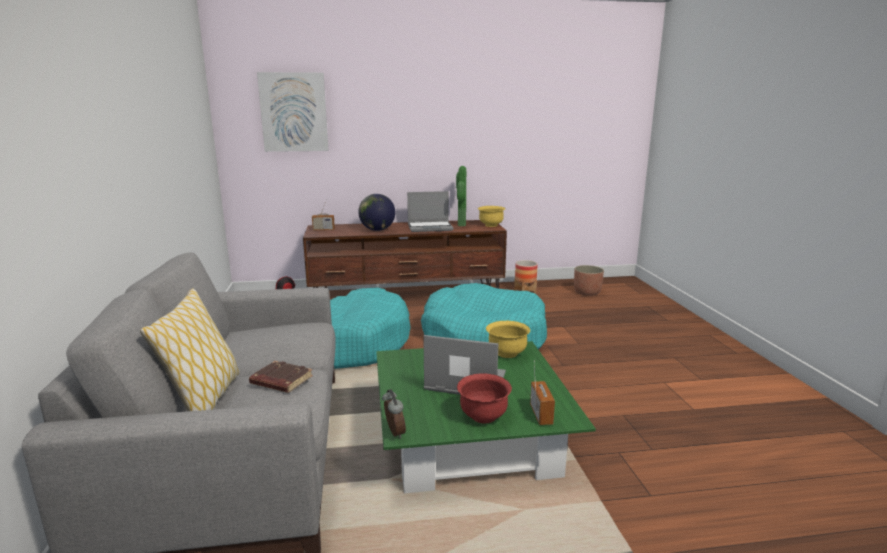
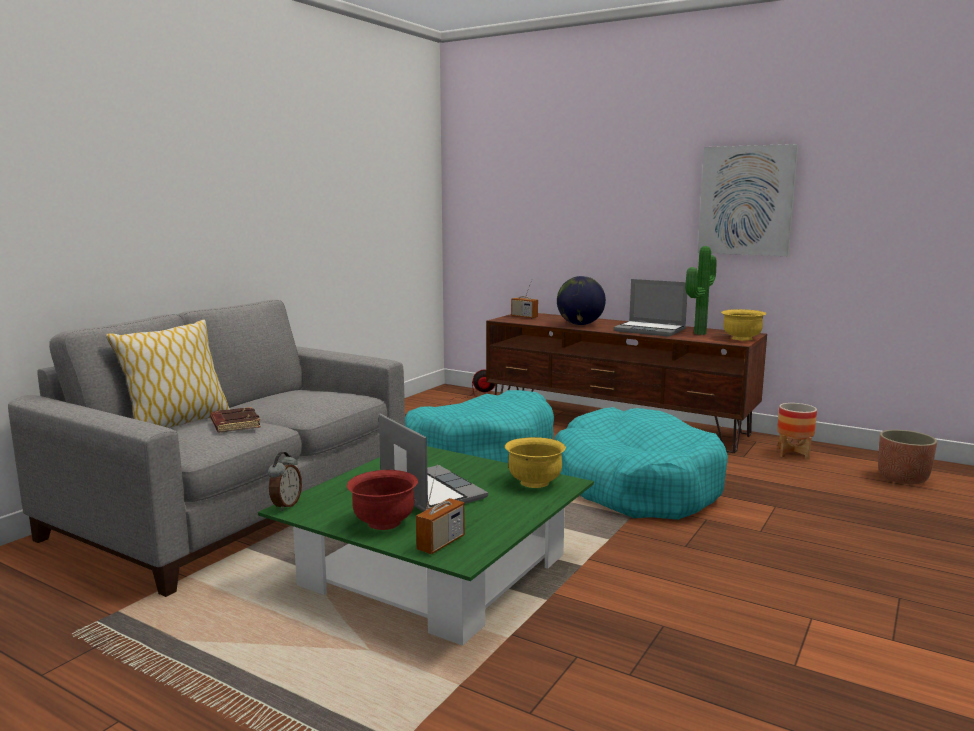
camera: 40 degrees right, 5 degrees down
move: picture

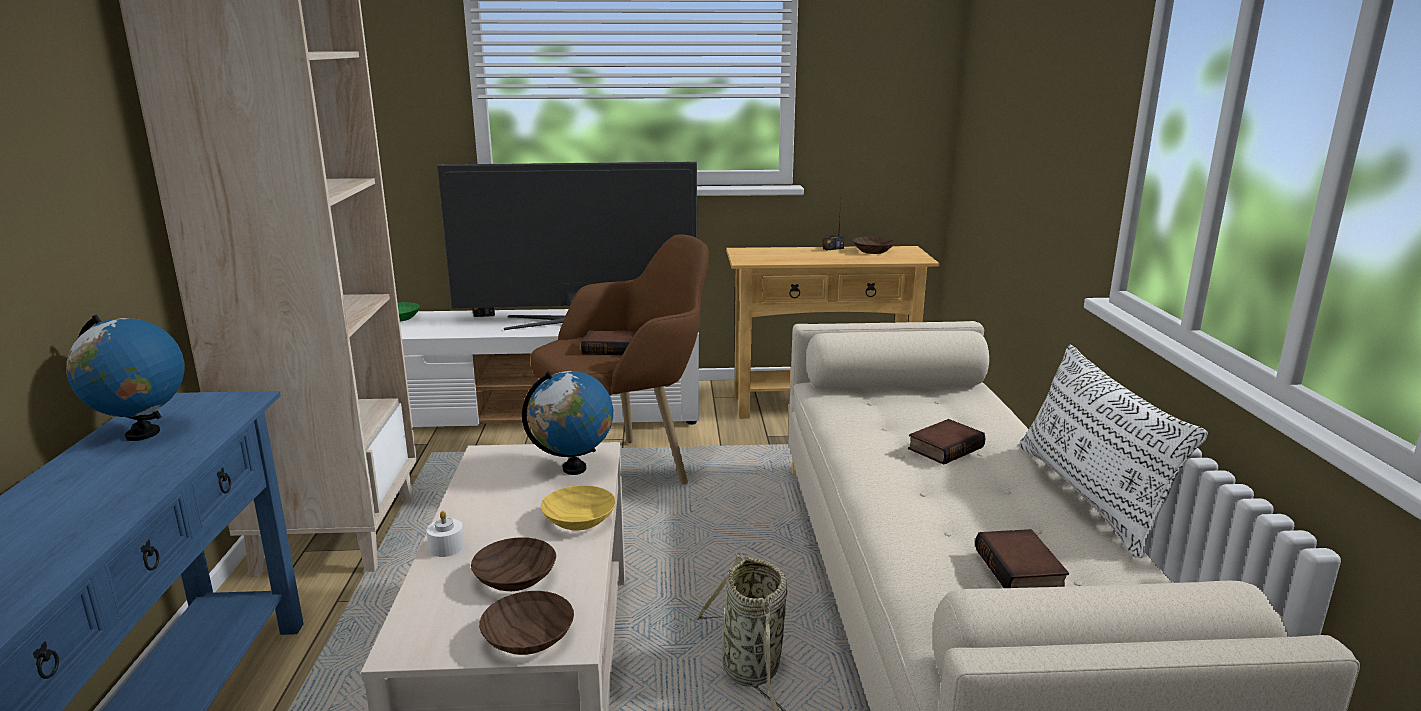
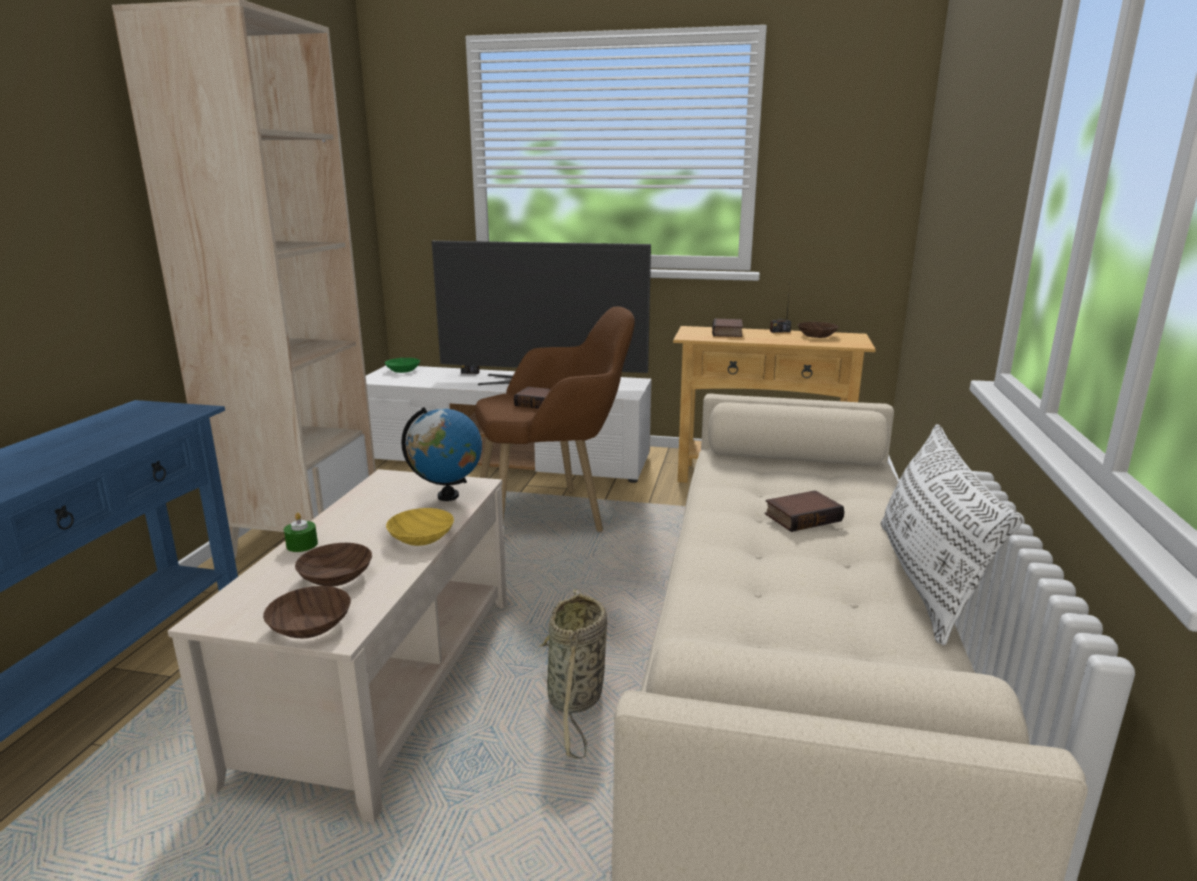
camera: 15 degrees right, 0 degrees up
delete: globe (1st from left)
move: book (3rd from left in the first image) to book (2nd from left)
recolor: white candle to green candle

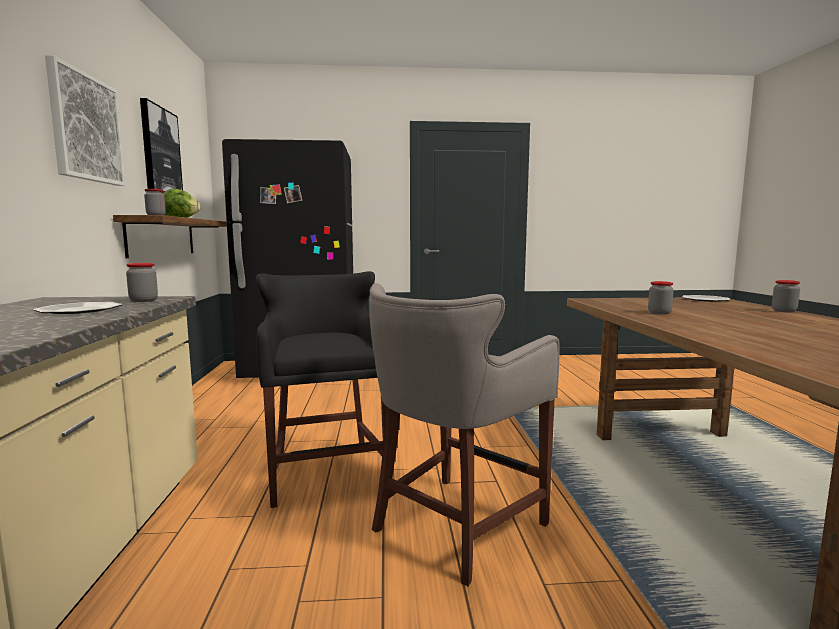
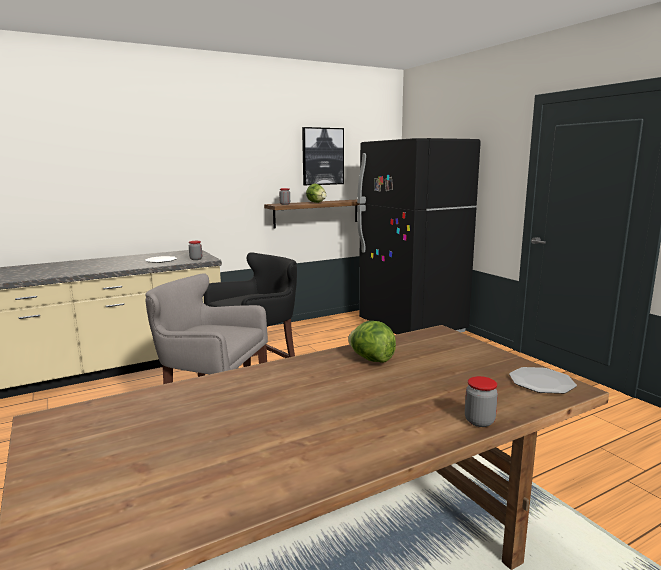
camera: 65 degrees right, 5 degrees up
delete: picture (1st from left)
replace: jar (3rd from left) to lettuce (2nd from left)

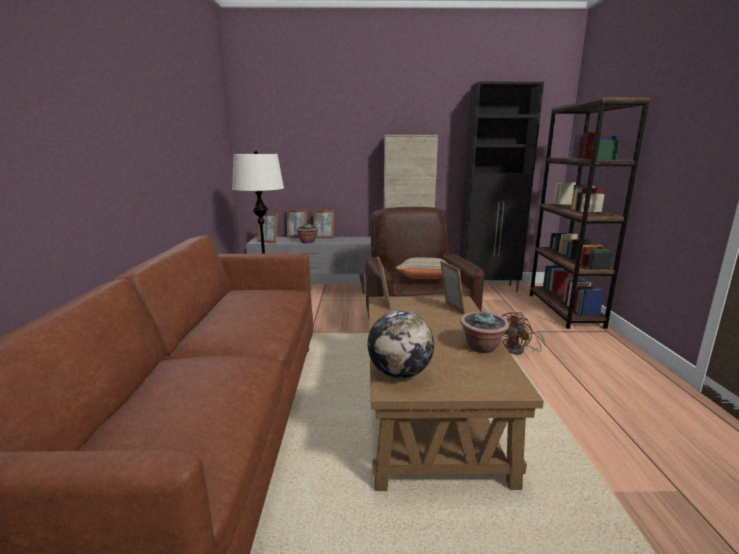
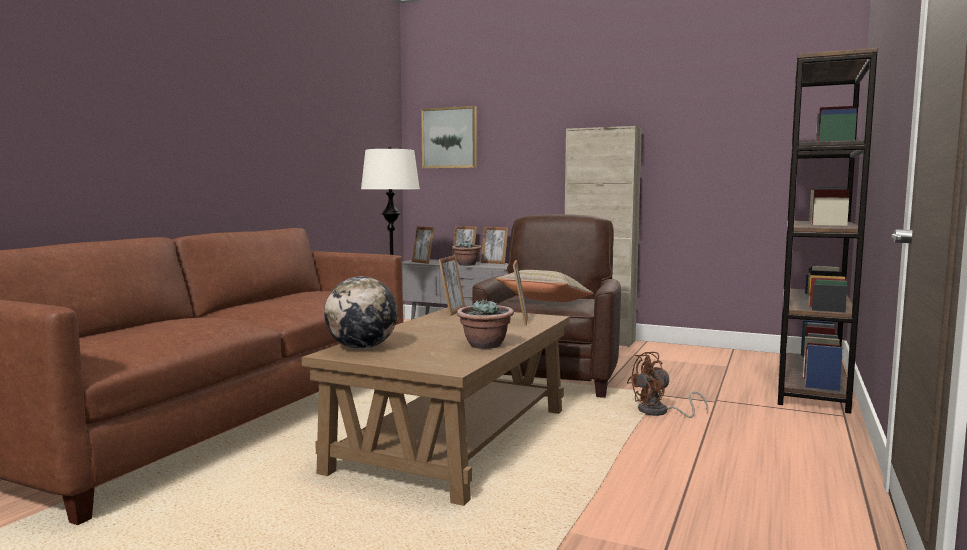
camera: 25 degrees right, 10 degrees down
delete: black cabinet
insert: picture

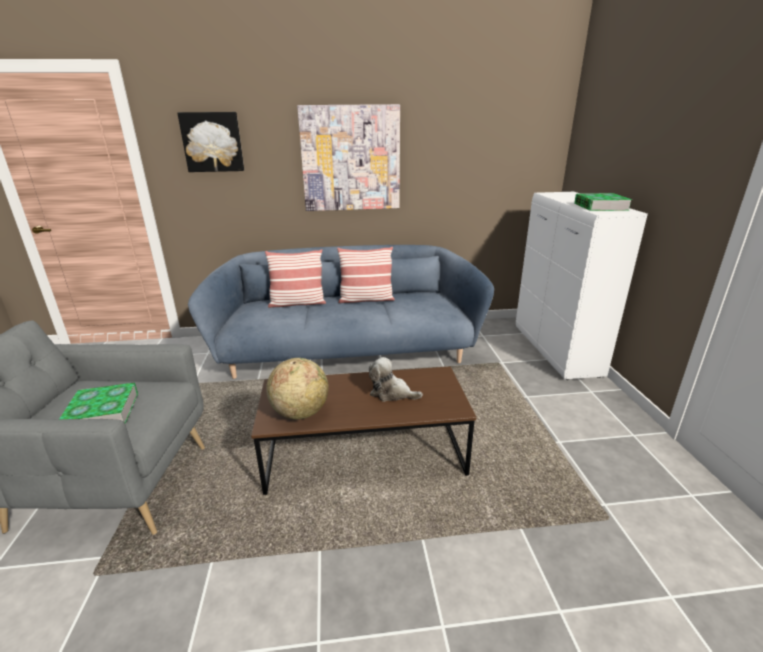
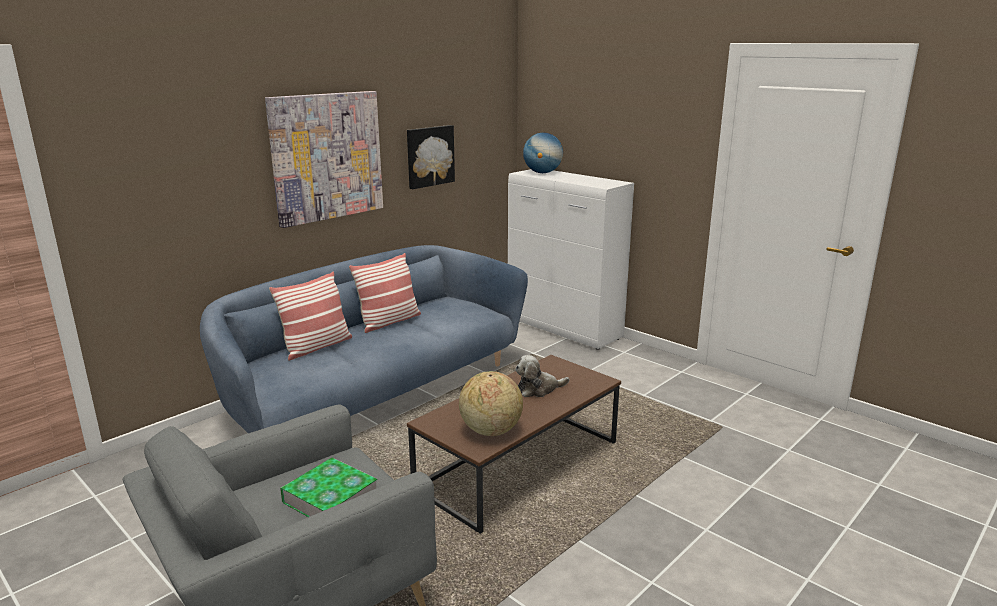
camera: 40 degrees left, 5 degrees down
delete: book (2nd from left)
insert: globe (2nd from left)
move: picture (1st from left in the first image) to picture (2nd from left)

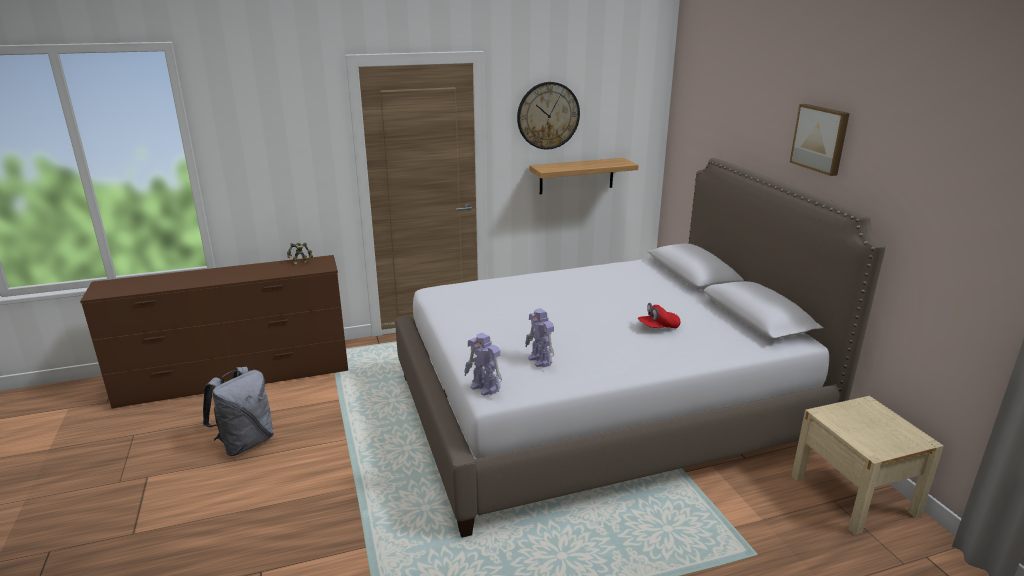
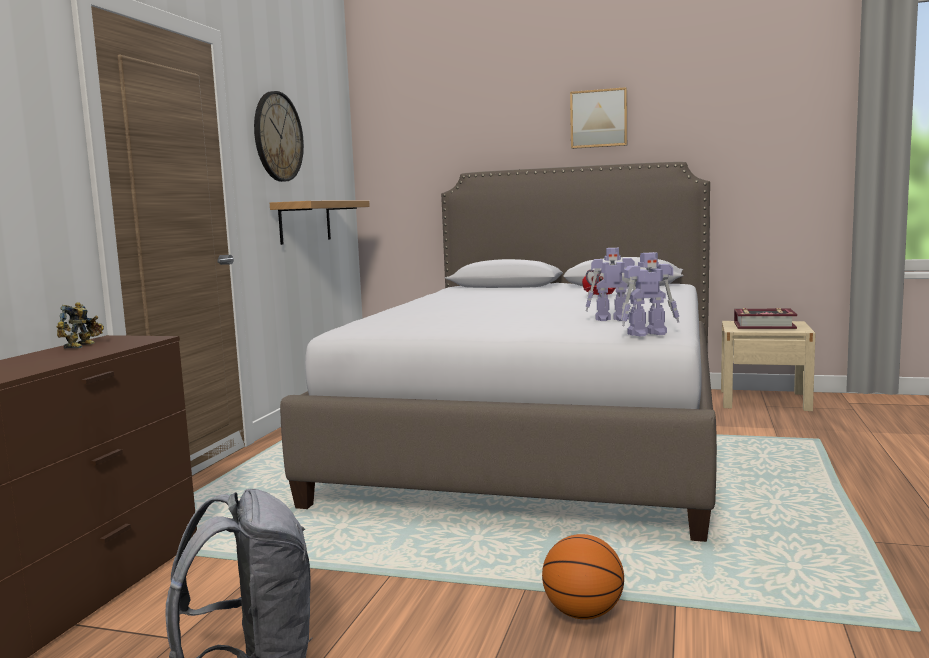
camera: 55 degrees left, 15 degrees down
insert: book; basketball

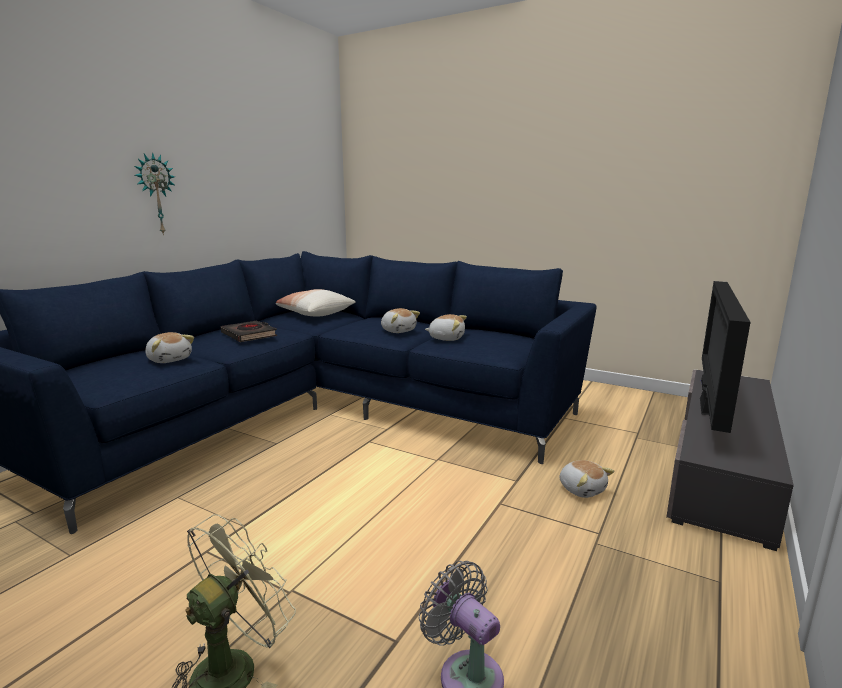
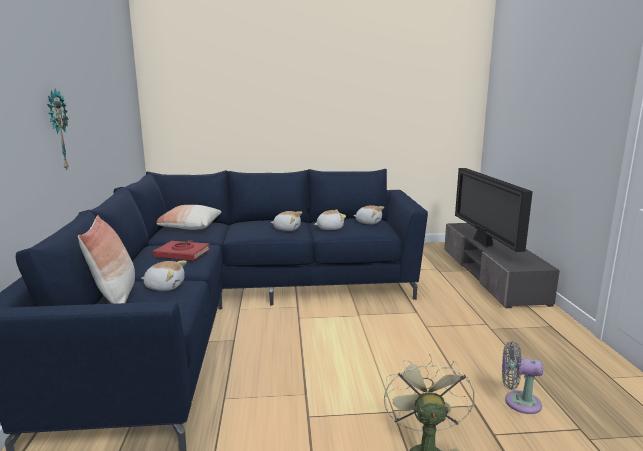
camera: 35 degrees left, 0 degrees up
insert: pillow (1st from left)
move: plush toy (4th from left)
recolor: black book to red book

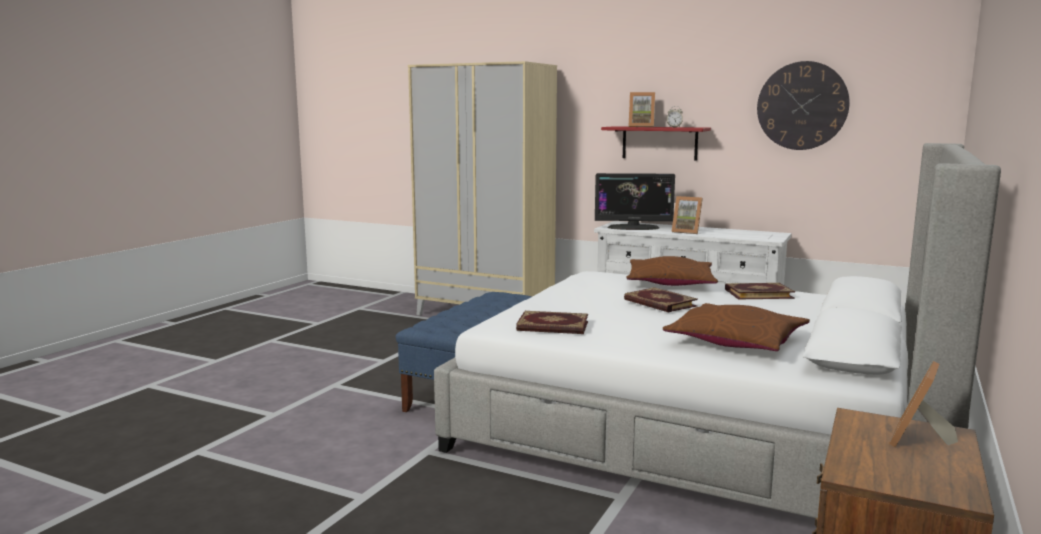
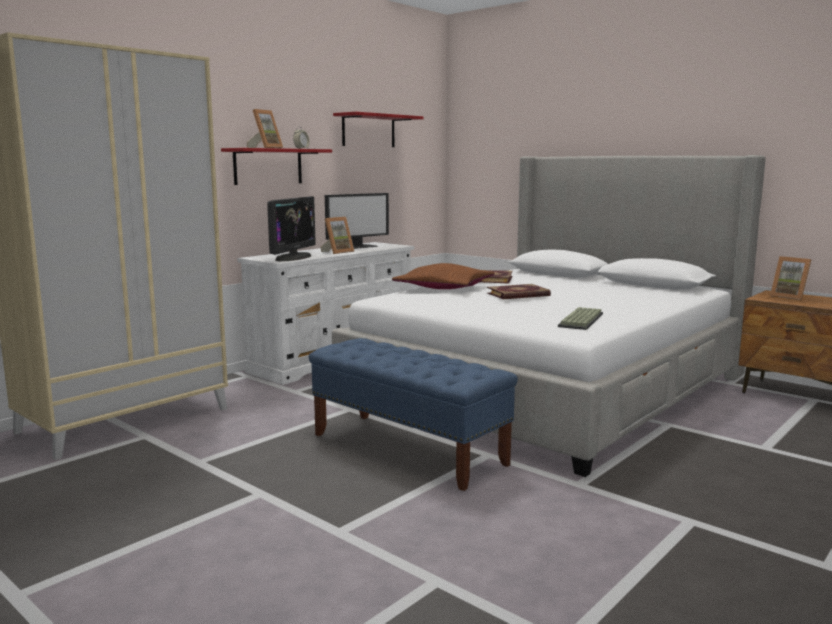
camera: 75 degrees left, 0 degrees up
delete: brown pillow (2nd from left)
insert: monitor (2nd from left)
replace: wall clock to red shelf (2nd from left); book (1st from left) to keyboard

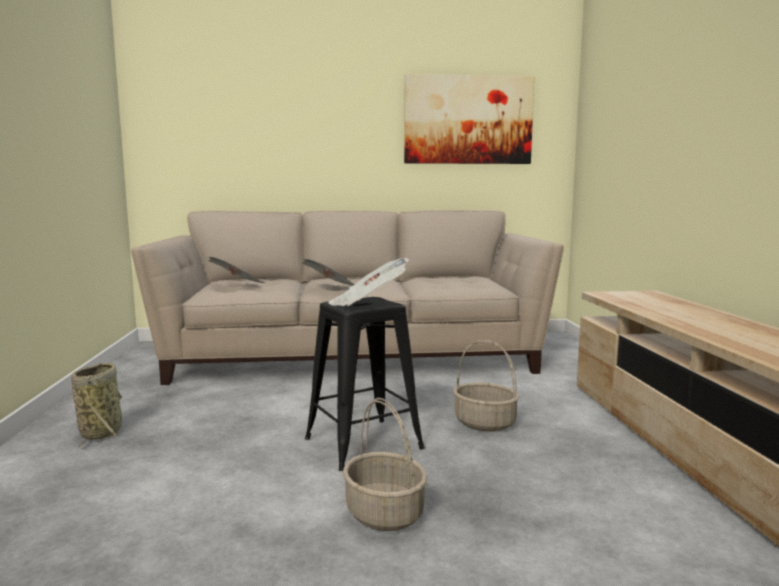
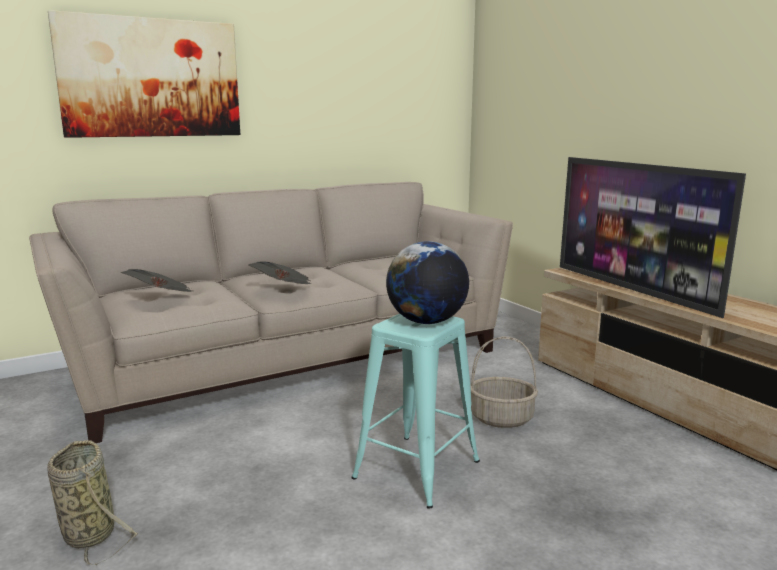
camera: 25 degrees left, 5 degrees up
delete: basket (2nd from left)
insert: television
move: picture
replace: newspaper (3rd from left) to globe
recolor: black stool to turquoise stool

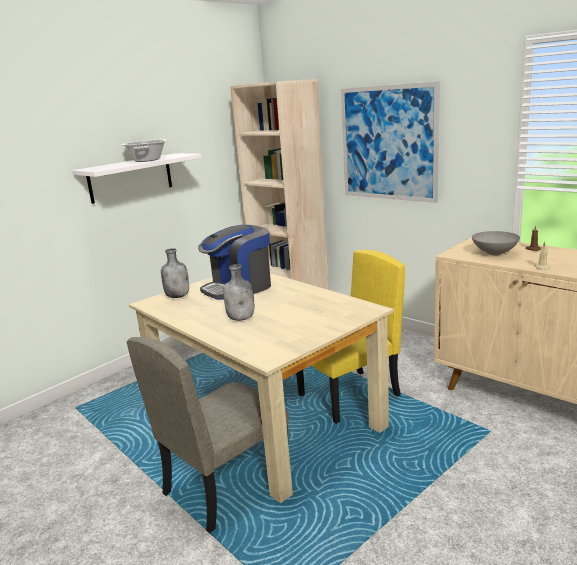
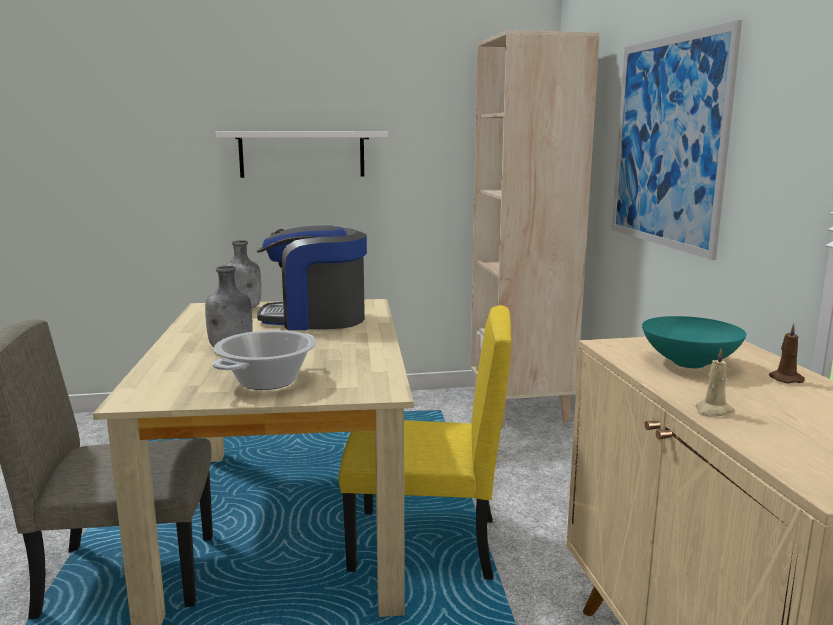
camera: 35 degrees right, 5 degrees down
move: cooking pot
recolor: grey bowl to turquoise bowl

